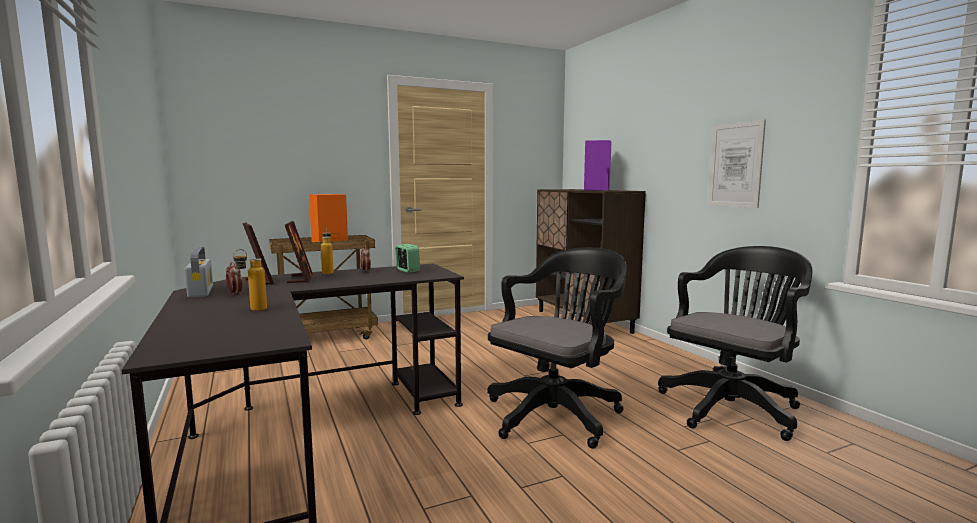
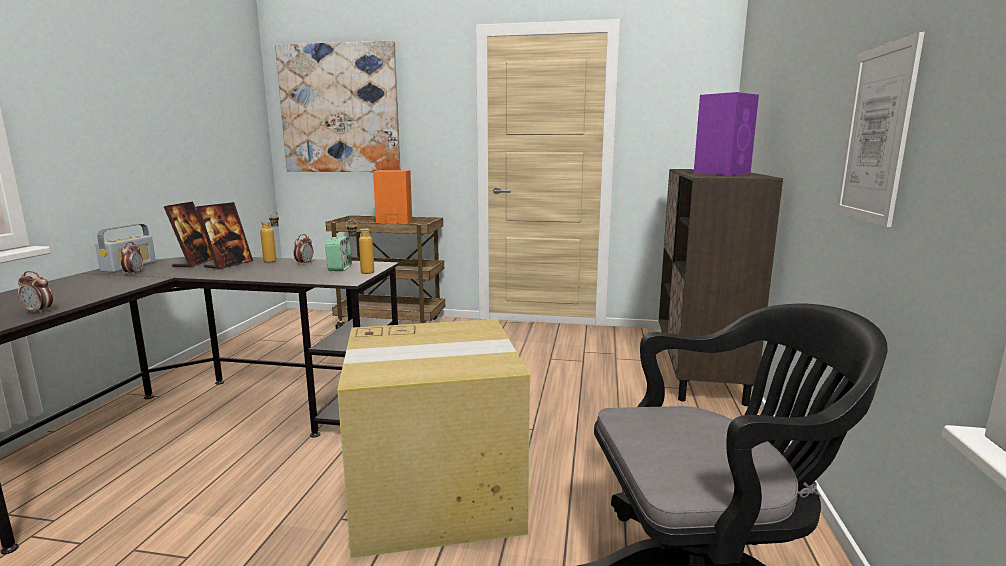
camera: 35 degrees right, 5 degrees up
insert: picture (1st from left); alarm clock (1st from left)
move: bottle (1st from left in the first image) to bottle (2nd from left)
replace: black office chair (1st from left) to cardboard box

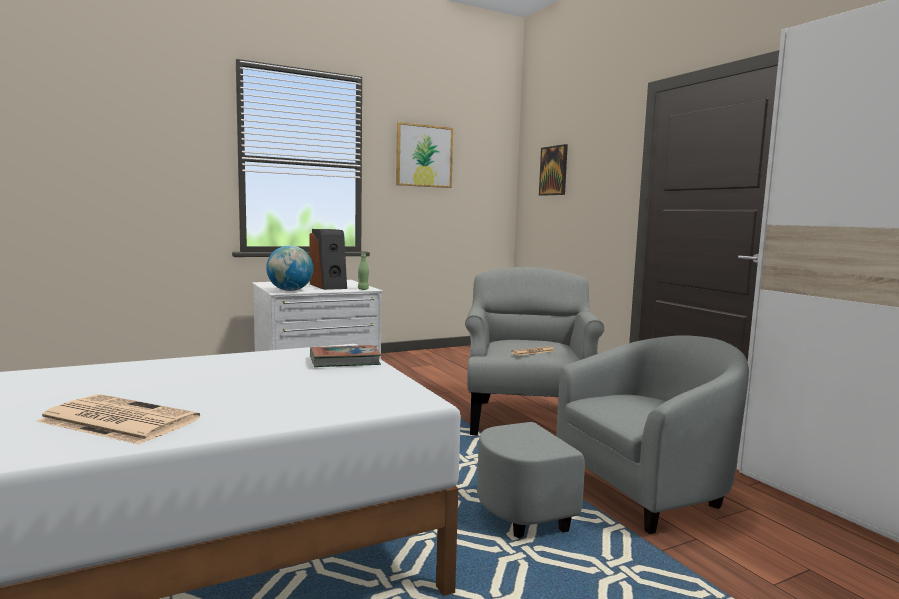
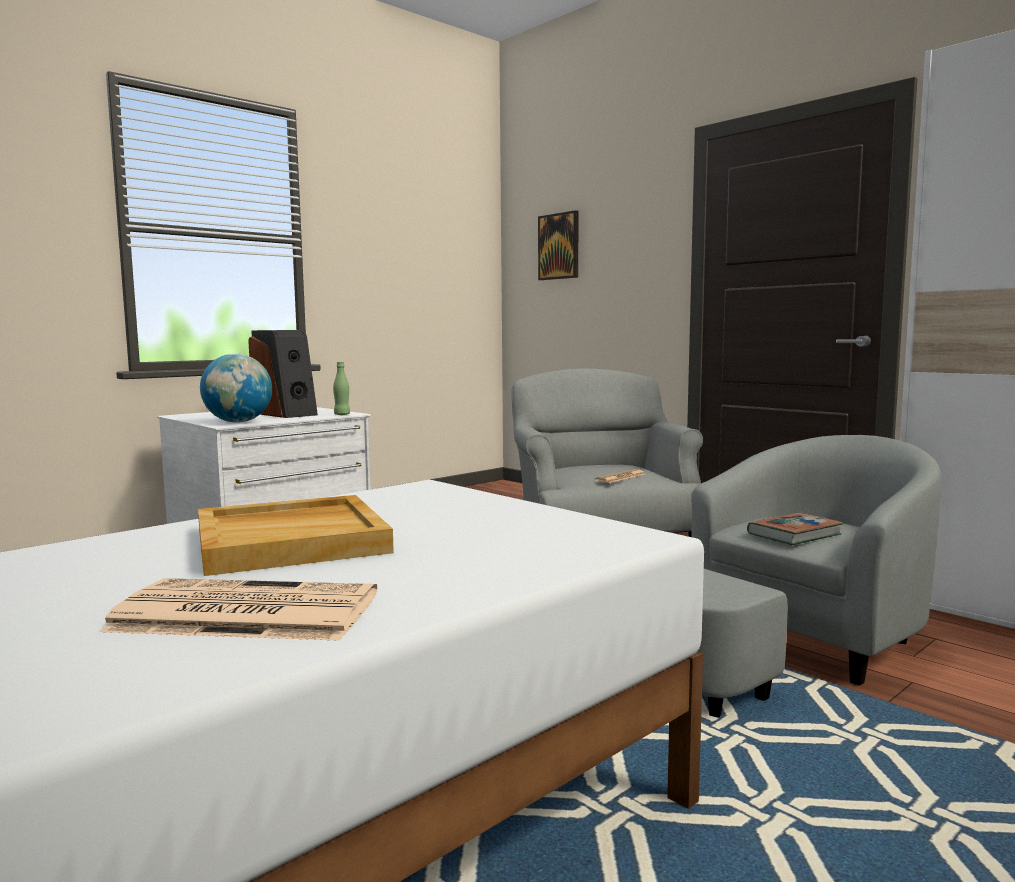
camera: 15 degrees left, 0 degrees up
delete: picture (1st from left)
insert: beige tray
move: book

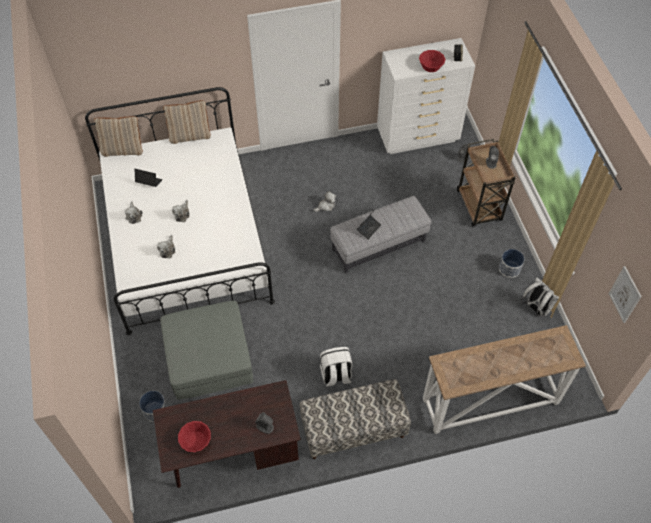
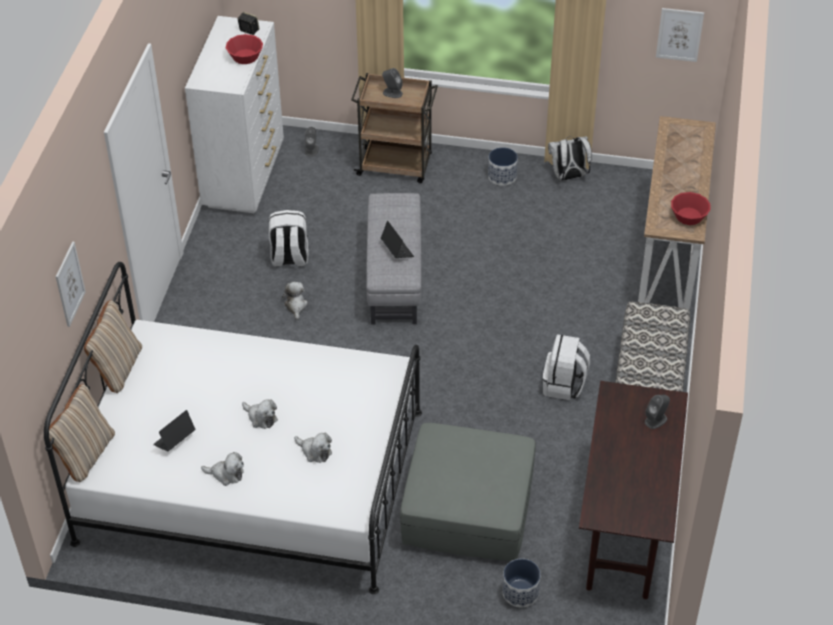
camera: 65 degrees left, 10 degrees down
insert: white backpack (1st from left); picture (1st from left)
move: red bowl (1st from left in the first image) to red bowl (2nd from left)

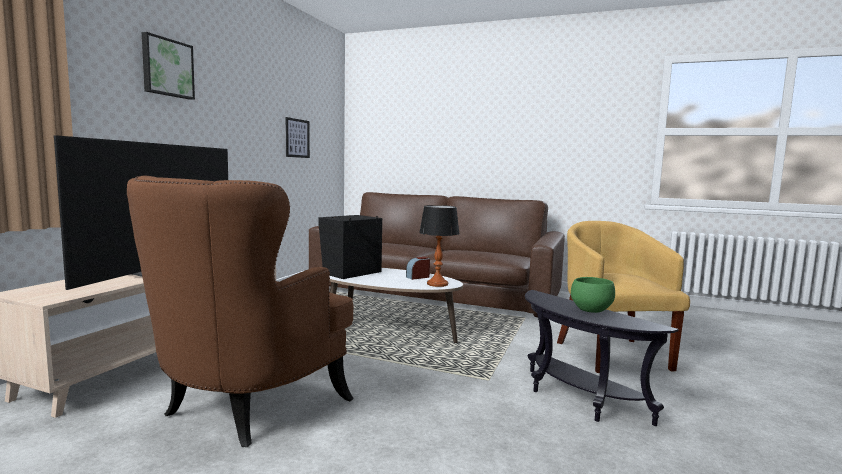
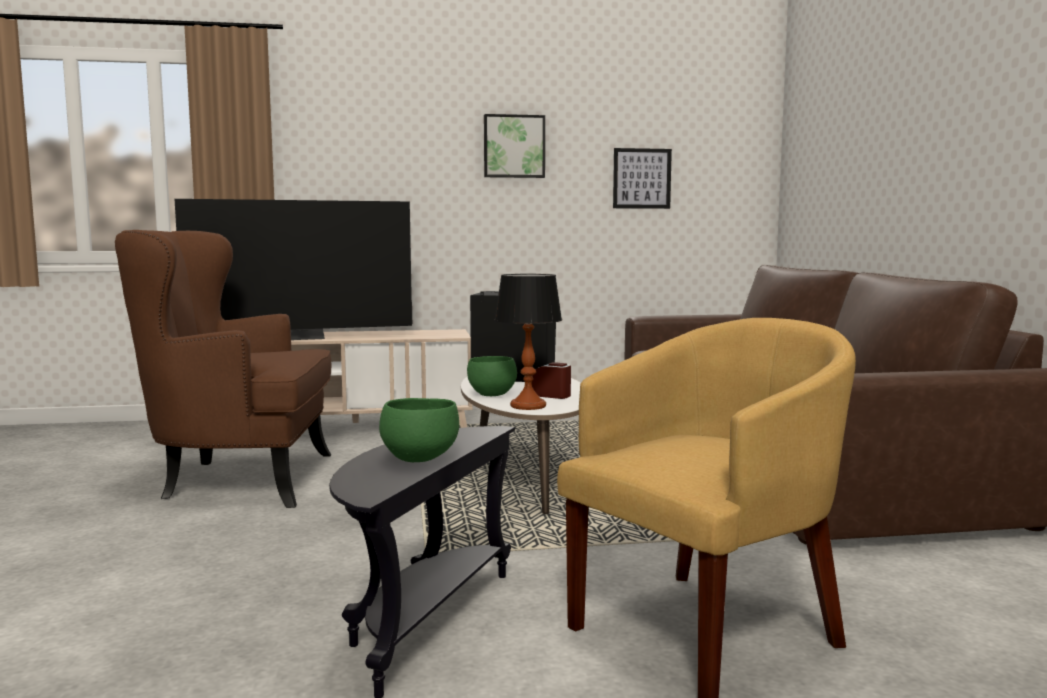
camera: 60 degrees right, 0 degrees up
insert: green bowl (2nd from left)
move: picture (1st from left)

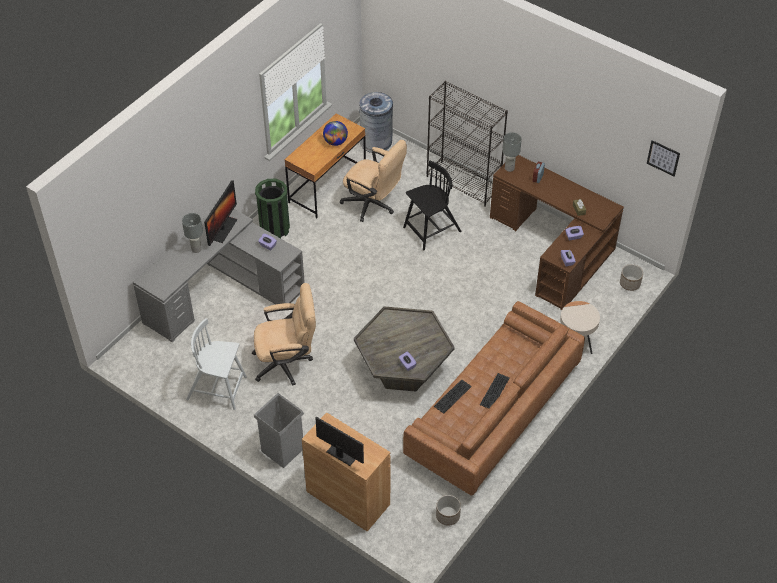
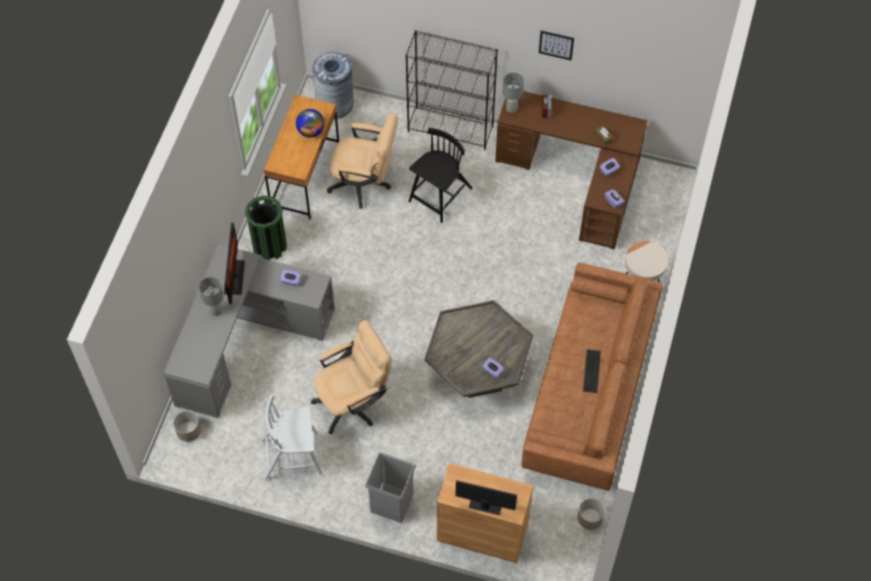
camera: 20 degrees left, 10 degrees up
delete: keyboard (1st from left)
move: picture; planter (2nd from left in the first image) to planter (1st from left)

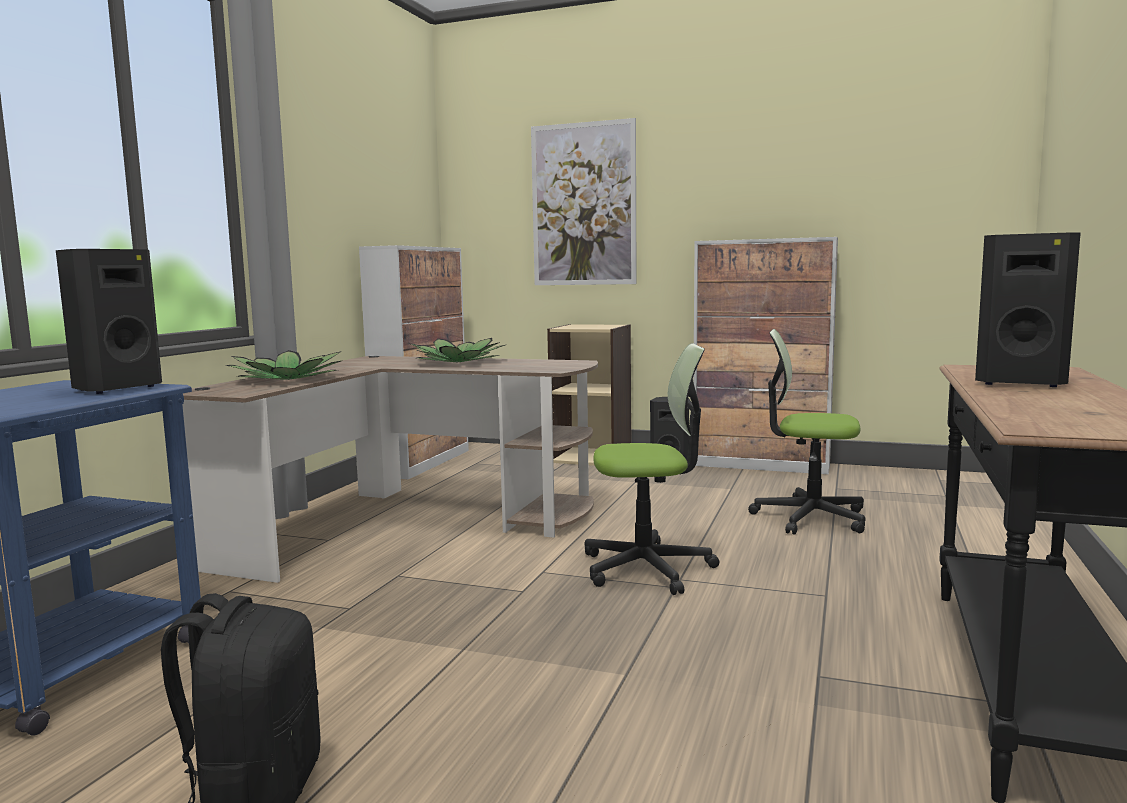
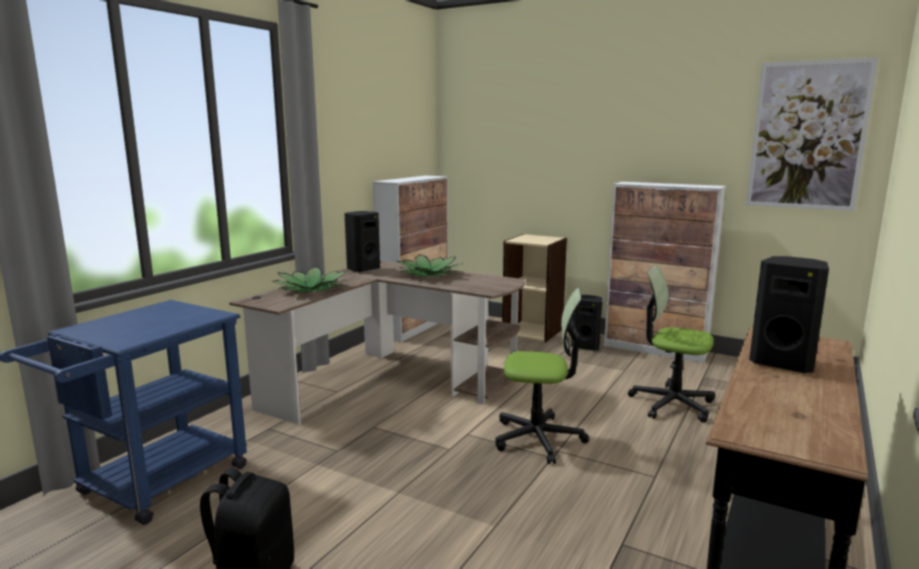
camera: 10 degrees right, 5 degrees up
move: picture; black speaker (1st from left)

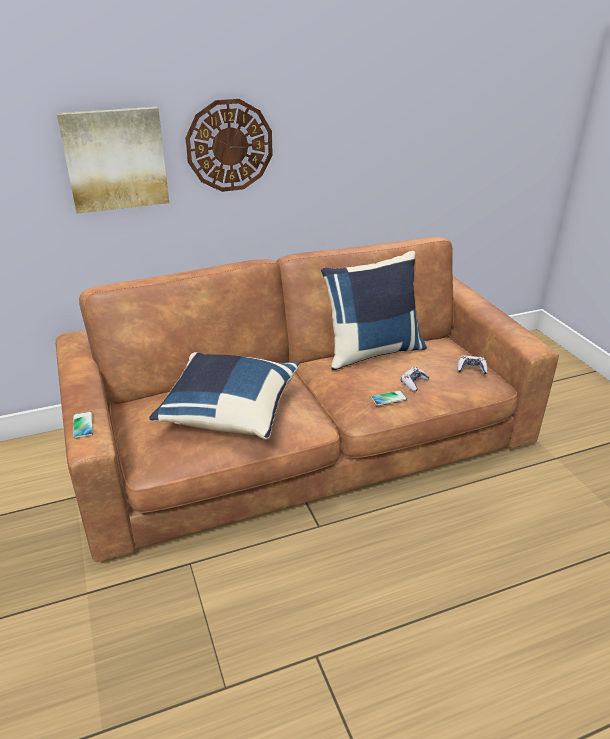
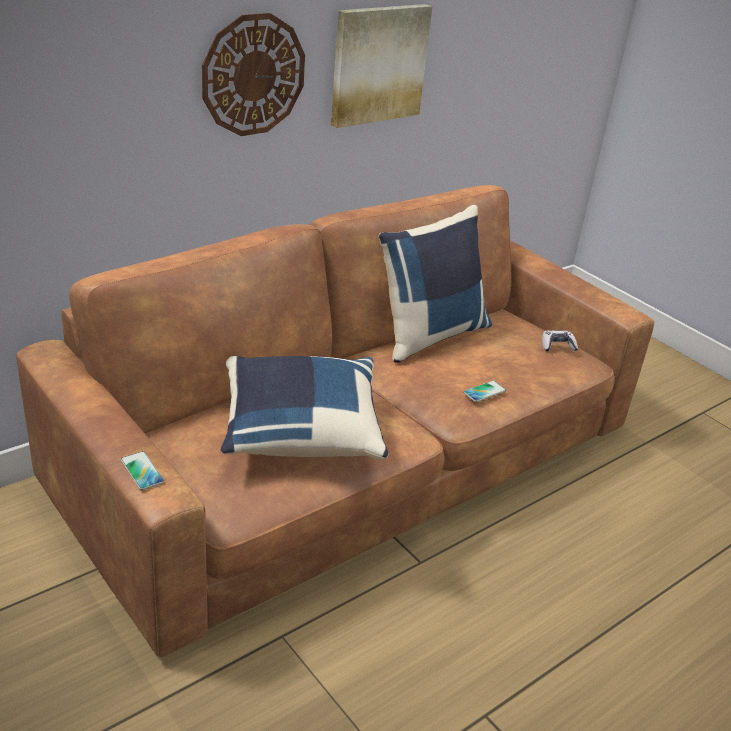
camera: 20 degrees left, 0 degrees up
delete: game controller (1st from left)
move: picture

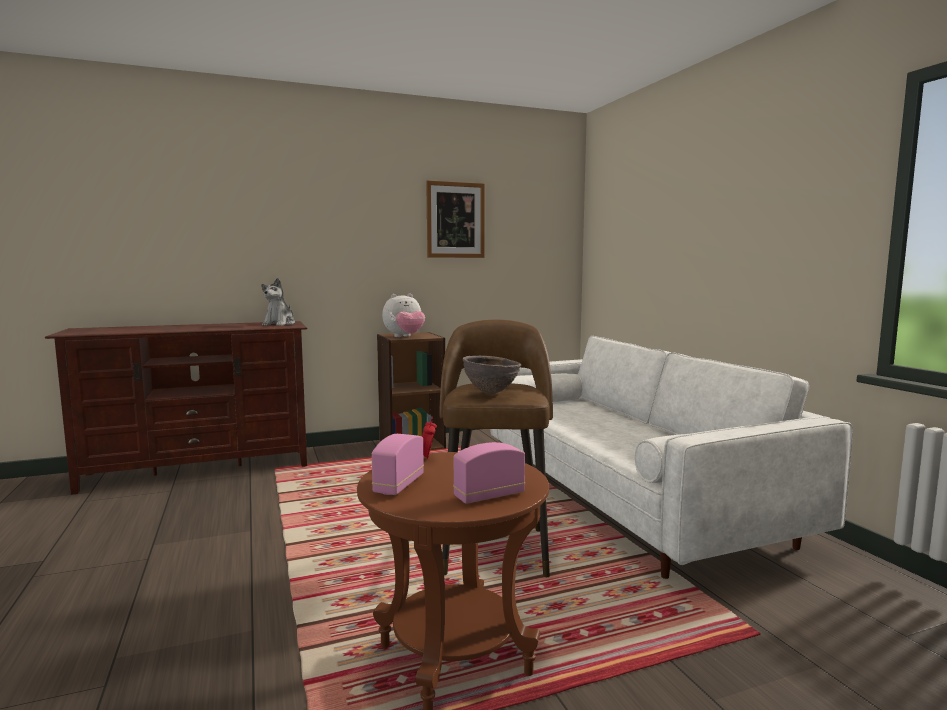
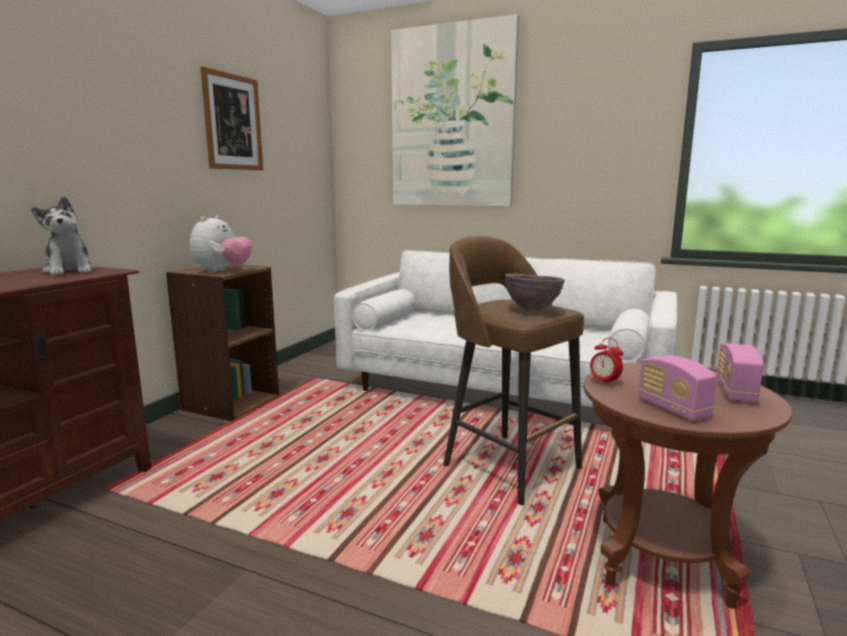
camera: 45 degrees left, 5 degrees up
insert: picture (2nd from left)

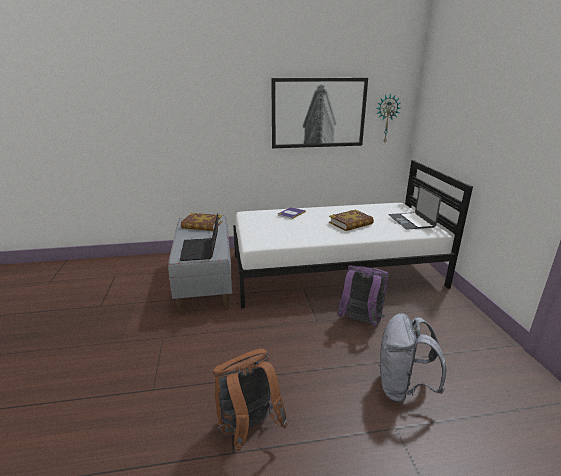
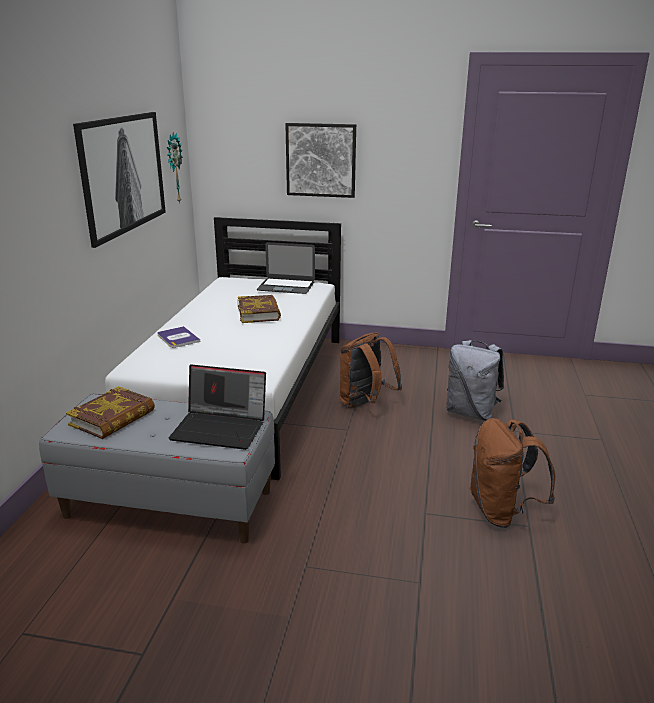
camera: 70 degrees left, 0 degrees up
insert: picture (2nd from left)
recolor: purple backpack to brown backpack (1st from left)

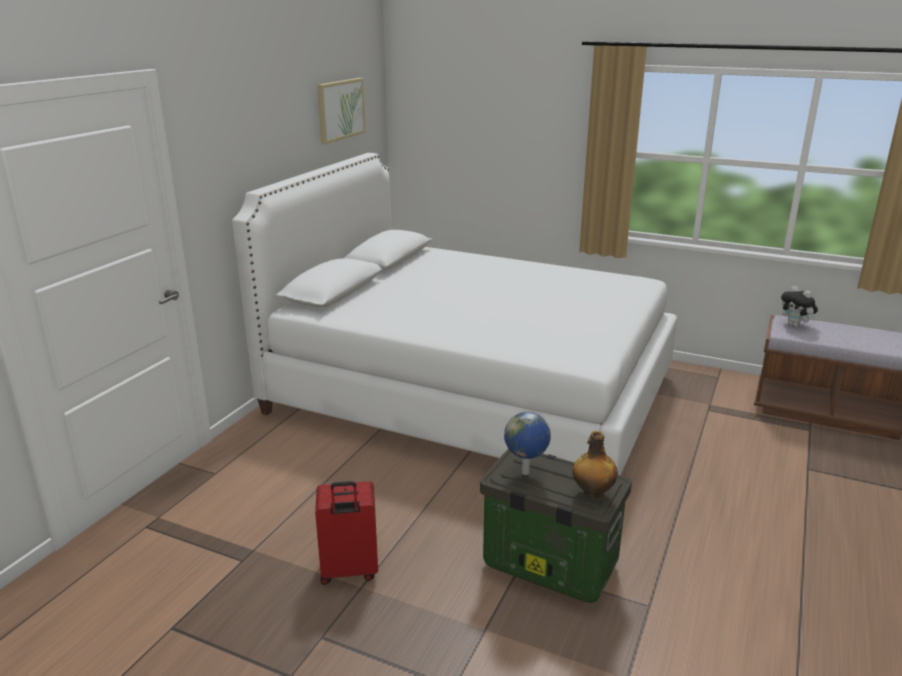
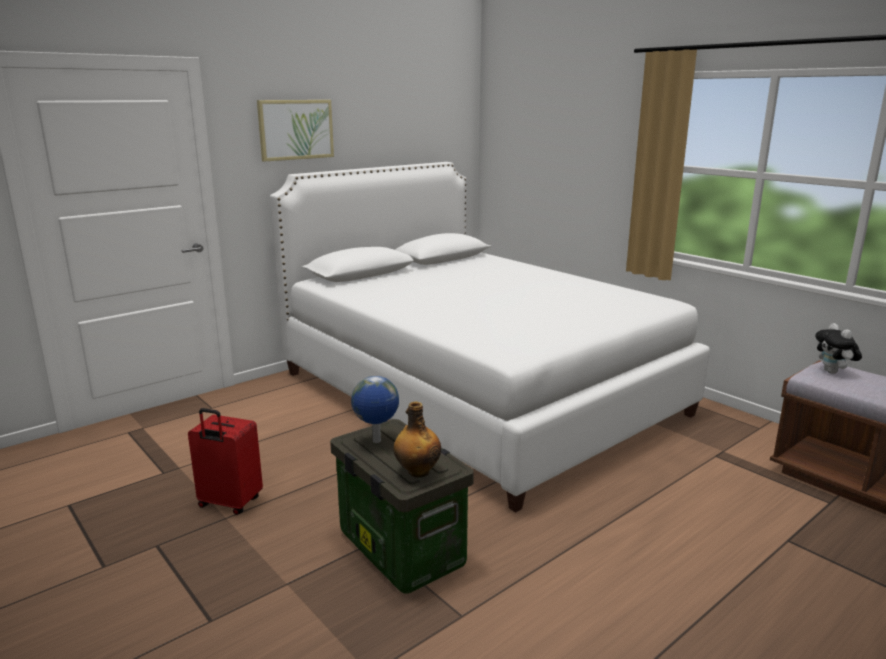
camera: 25 degrees right, 5 degrees down
move: picture

